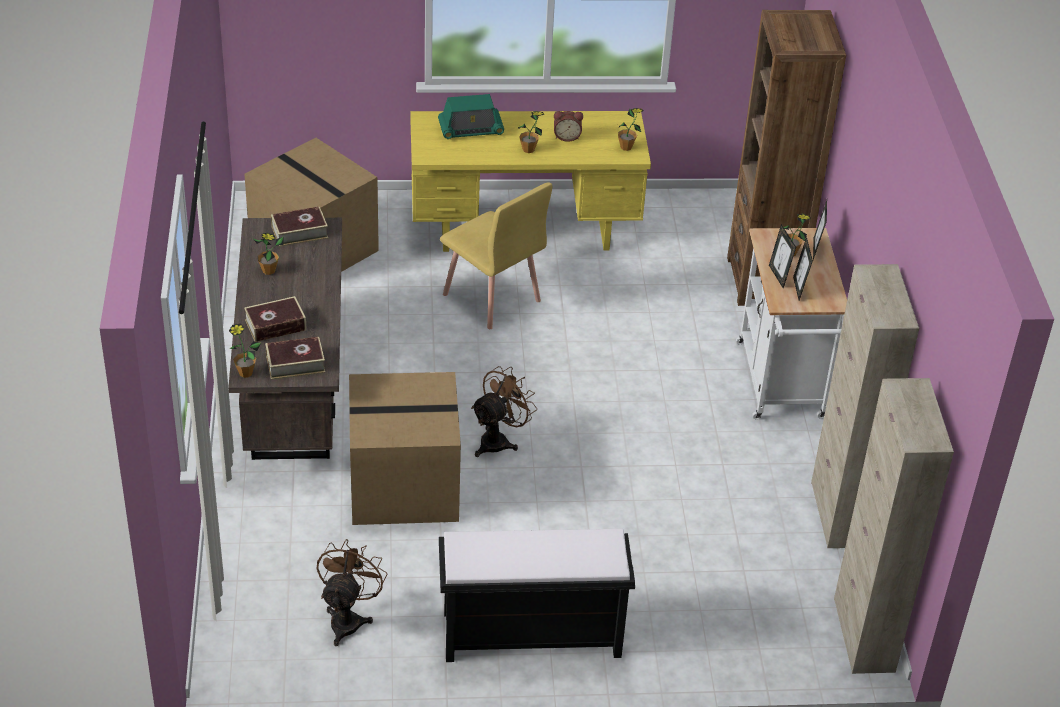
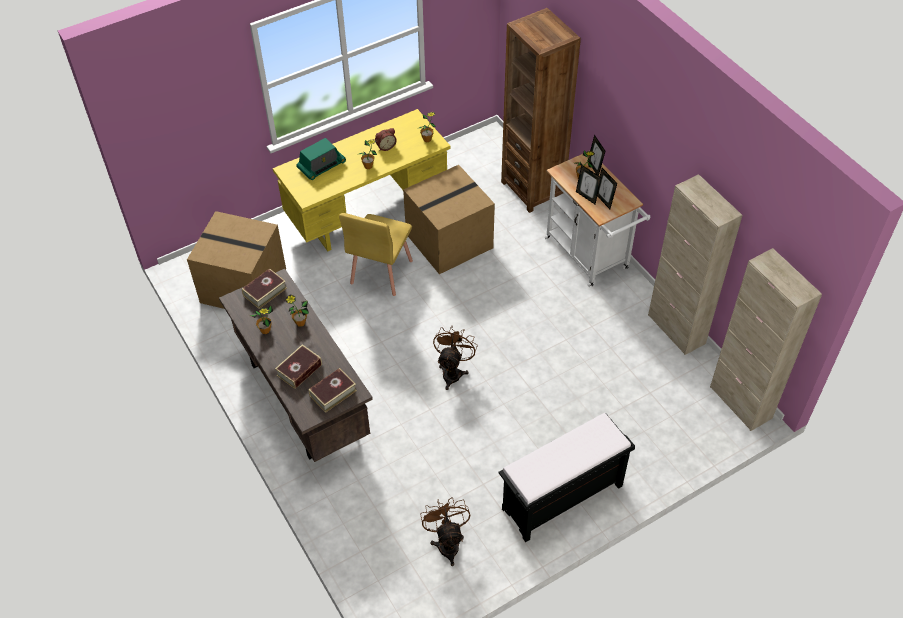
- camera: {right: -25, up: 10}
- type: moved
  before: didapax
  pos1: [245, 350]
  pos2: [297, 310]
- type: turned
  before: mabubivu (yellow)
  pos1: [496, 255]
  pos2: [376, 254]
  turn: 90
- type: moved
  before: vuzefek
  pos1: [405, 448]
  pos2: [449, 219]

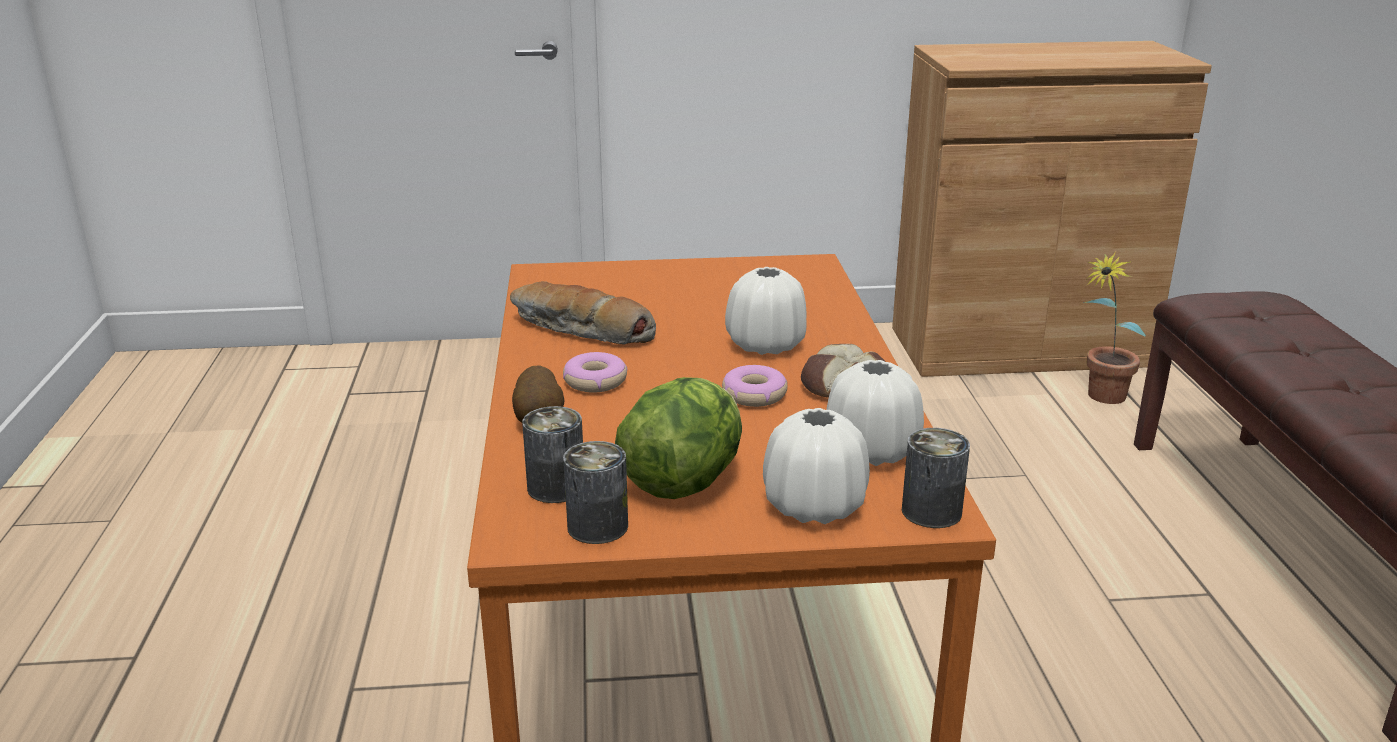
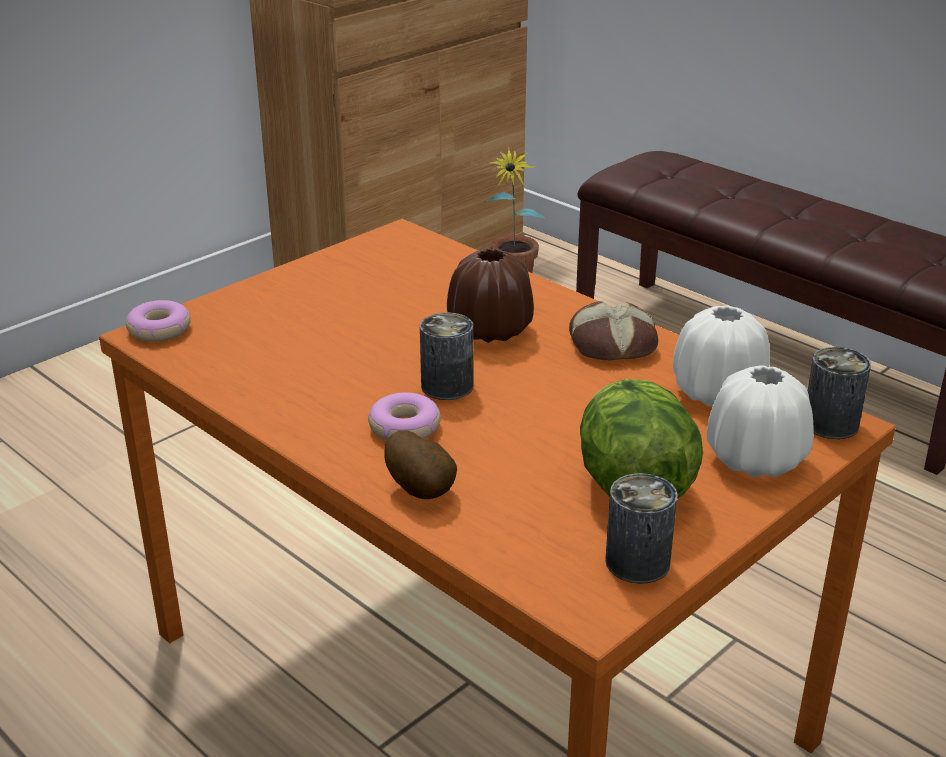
- camera: {right: -40, up: 5}
- type: moved
  before: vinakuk
  pos1: [755, 386]
  pos2: [158, 321]
- type: moved
  before: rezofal
  pos1: [552, 454]
  pos2: [446, 356]
- type: recoloured
  before: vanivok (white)
  after: vanivok (brown)
  pos1: [766, 311]
  pos2: [490, 295]
- type: removed
  before: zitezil
  pos1: [583, 313]

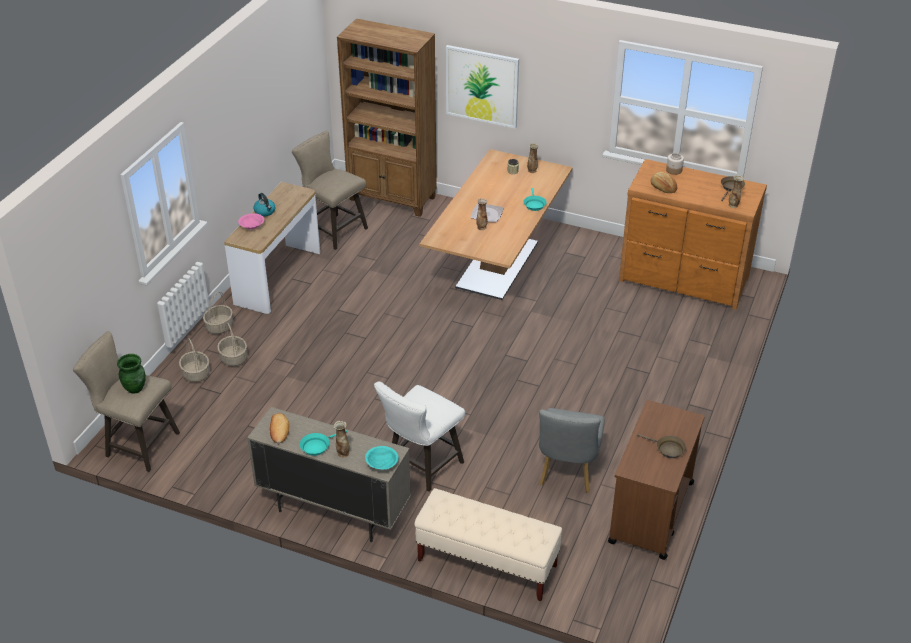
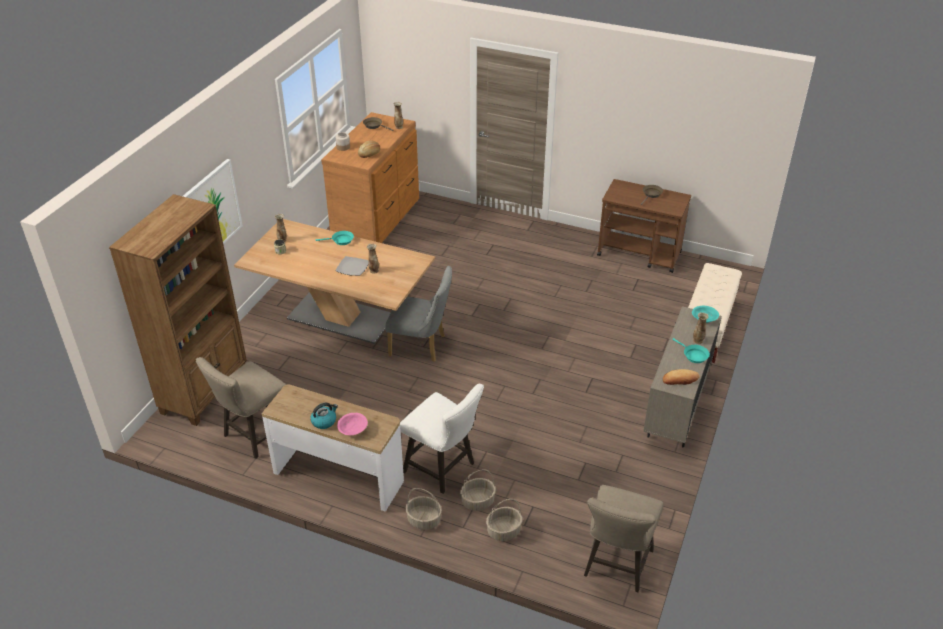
- camera: {right: -90, up: 0}
- type: moved
  before: mabubivu (grey)
  pos1: [572, 450]
  pos2: [418, 314]
- type: moved
  before: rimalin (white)
  pos1: [419, 437]
  pos2: [442, 439]
- type: removed
  before: vanivok (green)
  pos1: [131, 374]

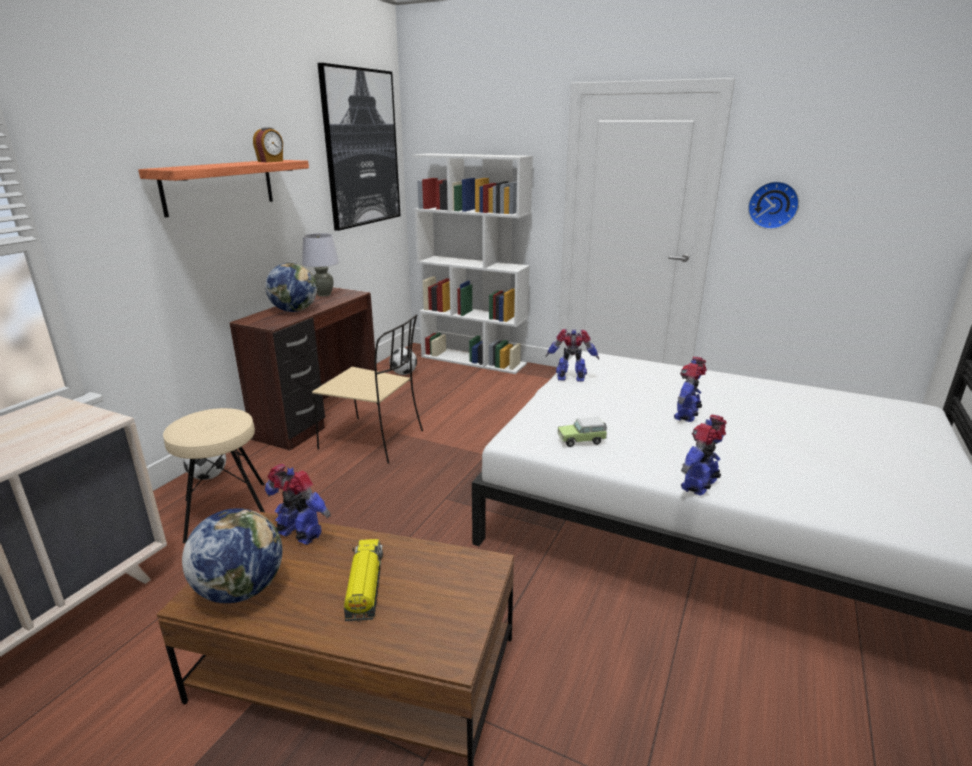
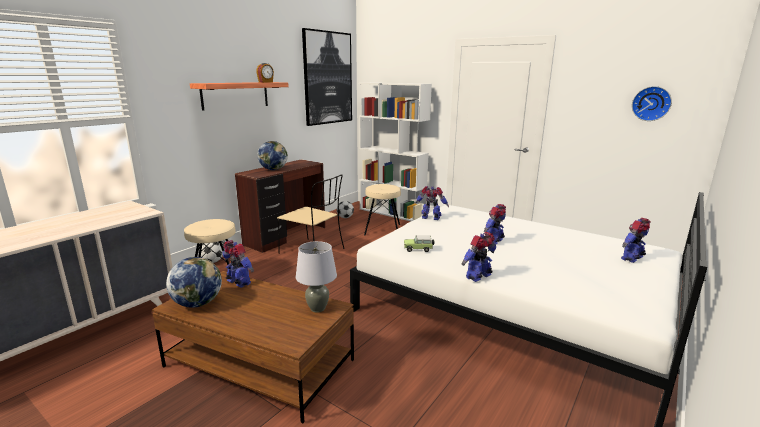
- camera: {right: 10, up: -5}
- type: moved
  before: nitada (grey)
  pos1: [320, 265]
  pos2: [316, 277]
- type: added
  after: rimalin (beige)
  pos2: [382, 209]
- type: added
  after: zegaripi
  pos2: [636, 240]
- type: moved
  before: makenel
  pos1: [773, 205]
  pos2: [652, 103]
- type: removed
  before: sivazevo
  pos1: [363, 580]

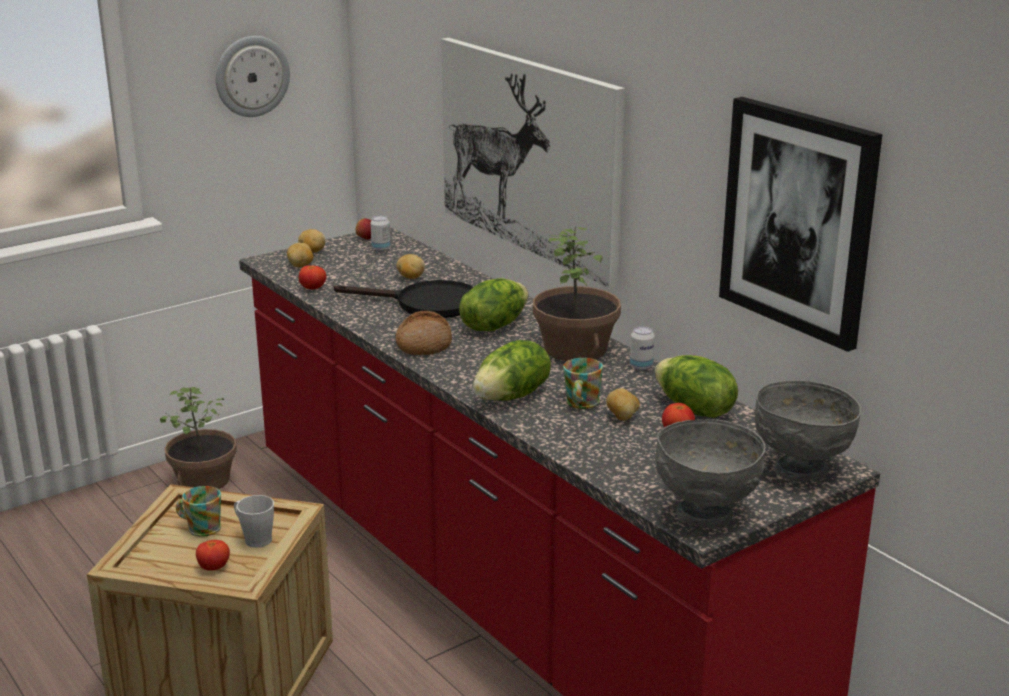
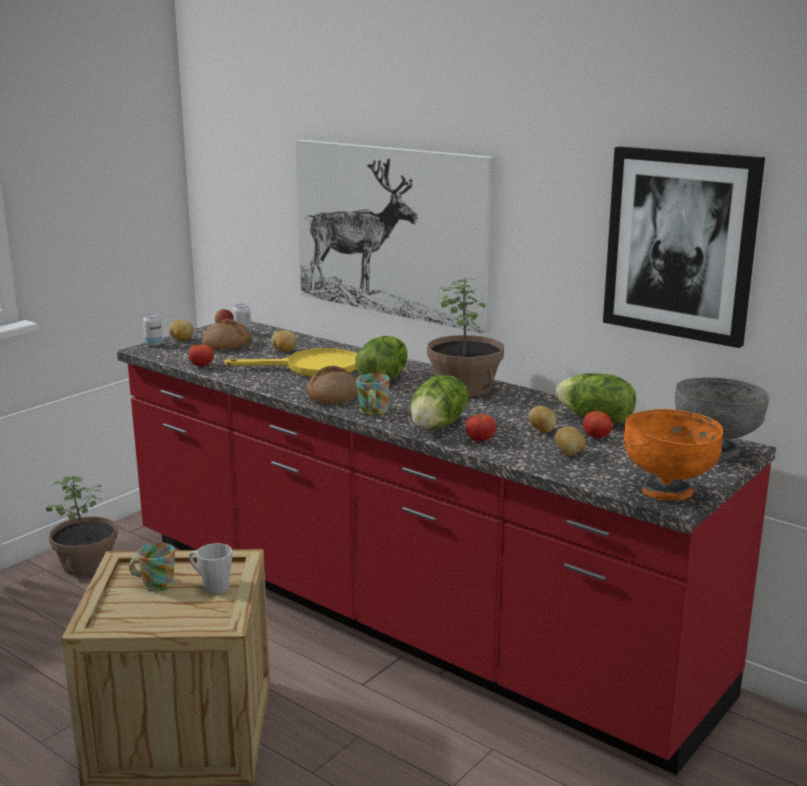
- camera: {right: -15, up: -5}
- type: moved
  before: rezofal
  pos1: [642, 348]
  pos2: [153, 330]
- type: added
  after: zitezil
  pos2: [227, 334]
- type: recoloured
  before: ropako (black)
  after: ropako (yellow)
  pos1: [403, 299]
  pos2: [290, 362]
- type: moved
  before: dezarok
  pos1: [583, 383]
  pos2: [373, 394]
- type: moved
  before: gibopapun
  pos1: [213, 555]
  pos2: [481, 427]
- type: moved
  before: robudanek
  pos1: [300, 255]
  pos2: [570, 441]
- type: recoloured
  before: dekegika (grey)
  after: dekegika (orange)
  pos1: [710, 473]
  pos2: [673, 454]
- type: removed
  before: makenel
  pos1: [253, 76]

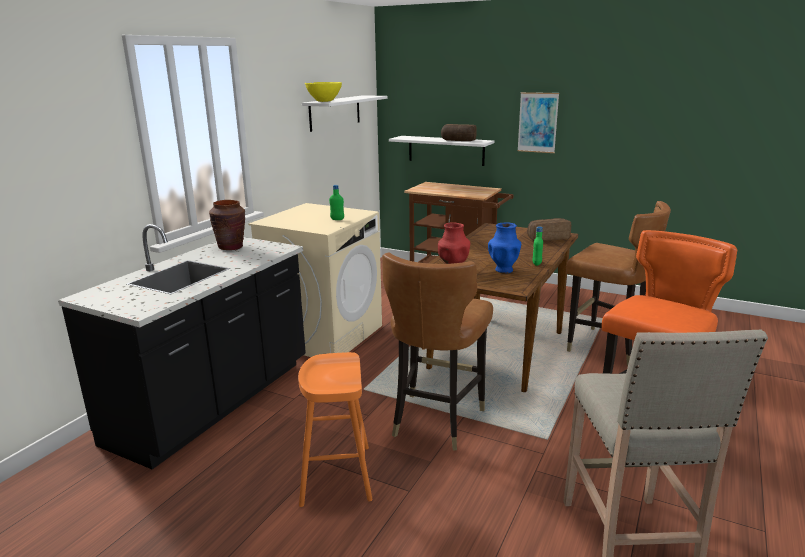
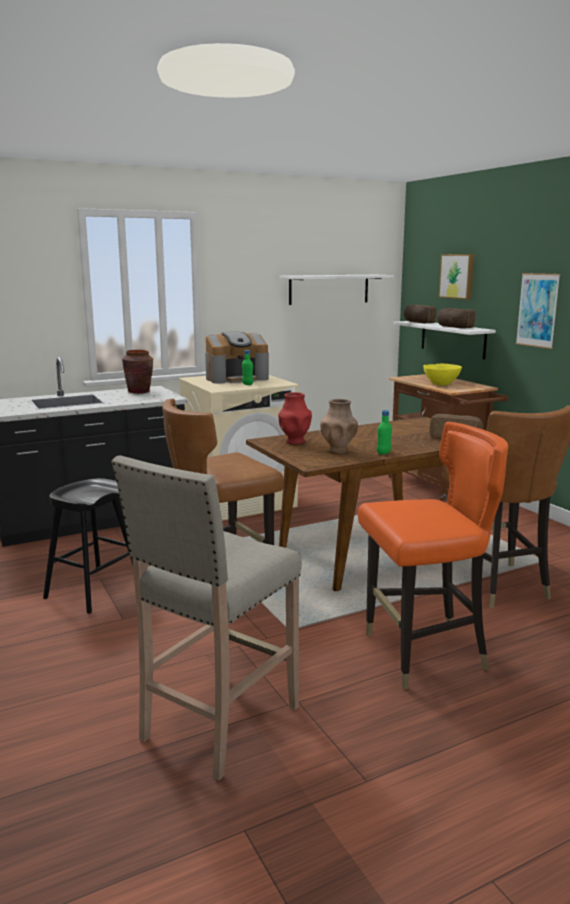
- camera: {right: 35, up: -5}
- type: recoloured
  before: rimalin (orange)
  after: rimalin (black)
  pos1: [335, 429]
  pos2: [88, 546]
- type: added
  after: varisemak
  pos2: [237, 358]
- type: recoloured
  before: vanivok (blue)
  after: vanivok (brown)
  pos1: [504, 247]
  pos2: [339, 426]
- type: added
  after: zitezil
  pos2: [420, 314]
- type: moved
  before: dekegika (yellow)
  pos1: [323, 92]
  pos2: [442, 375]
- type: added
  after: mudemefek
  pos2: [456, 276]

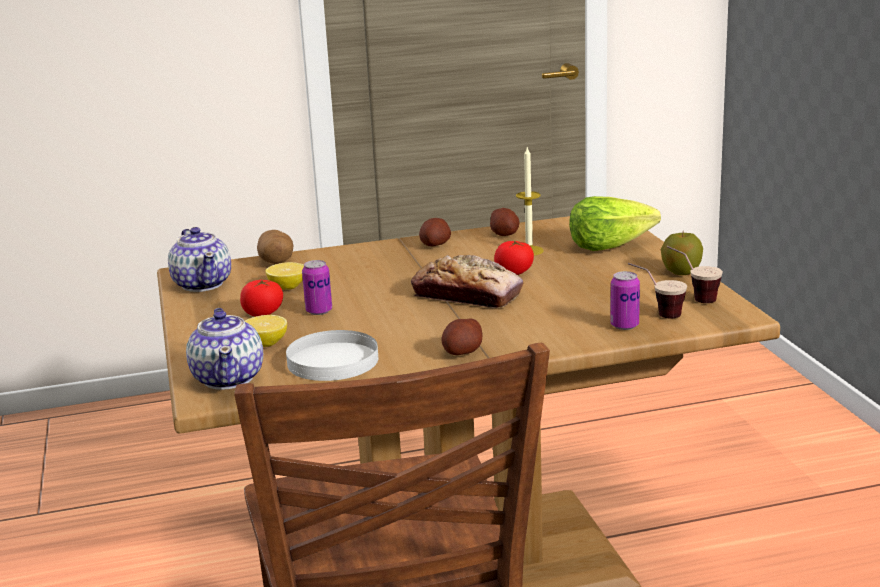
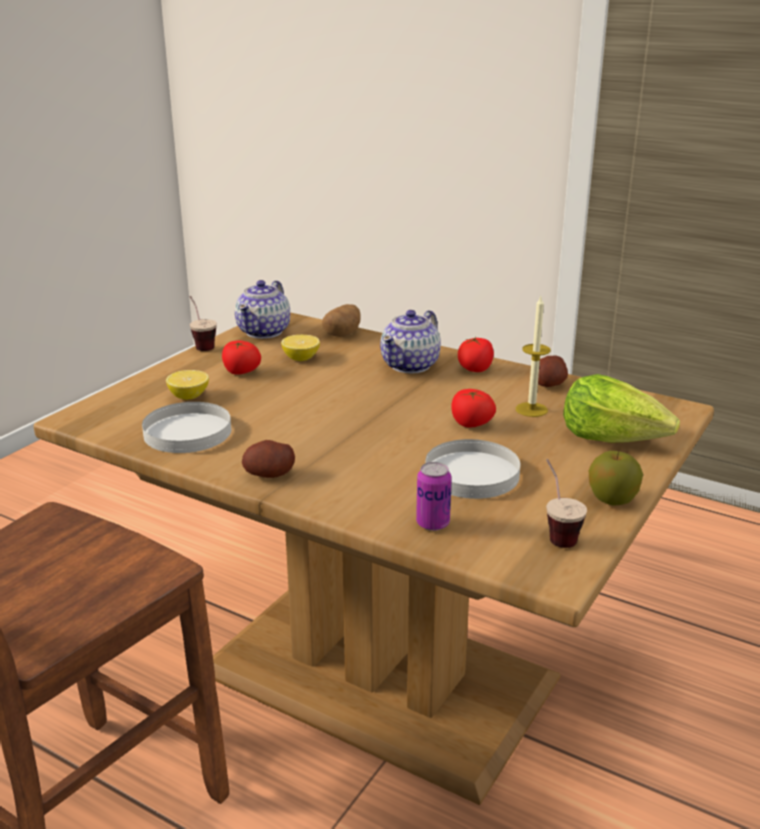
- camera: {right: 45, up: 5}
- type: moved
  before: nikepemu
  pos1: [657, 291]
  pos2: [203, 323]
- type: moved
  before: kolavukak
  pos1: [224, 349]
  pos2: [410, 342]
- type: added
  after: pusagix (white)
  pos2: [472, 469]
- type: replaced
  before: robudanek
  after: gibopapun
  pos1: [435, 232]
  pos2: [476, 354]
- type: removed
  before: rezofal
  pos1: [317, 287]
- type: removed
  before: zitezil
  pos1: [467, 281]

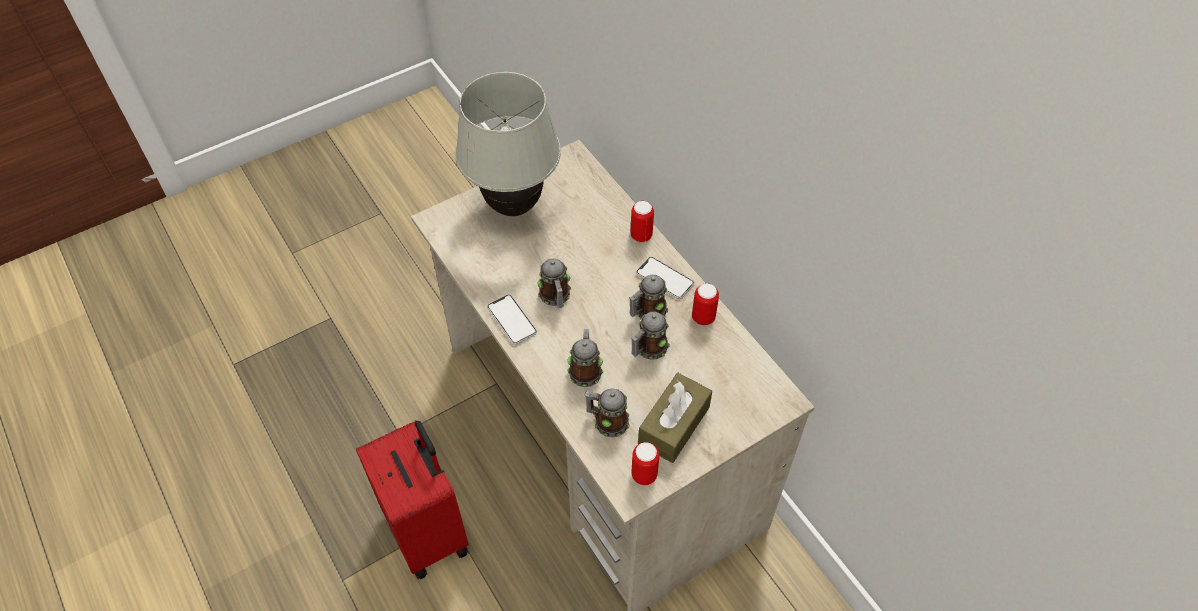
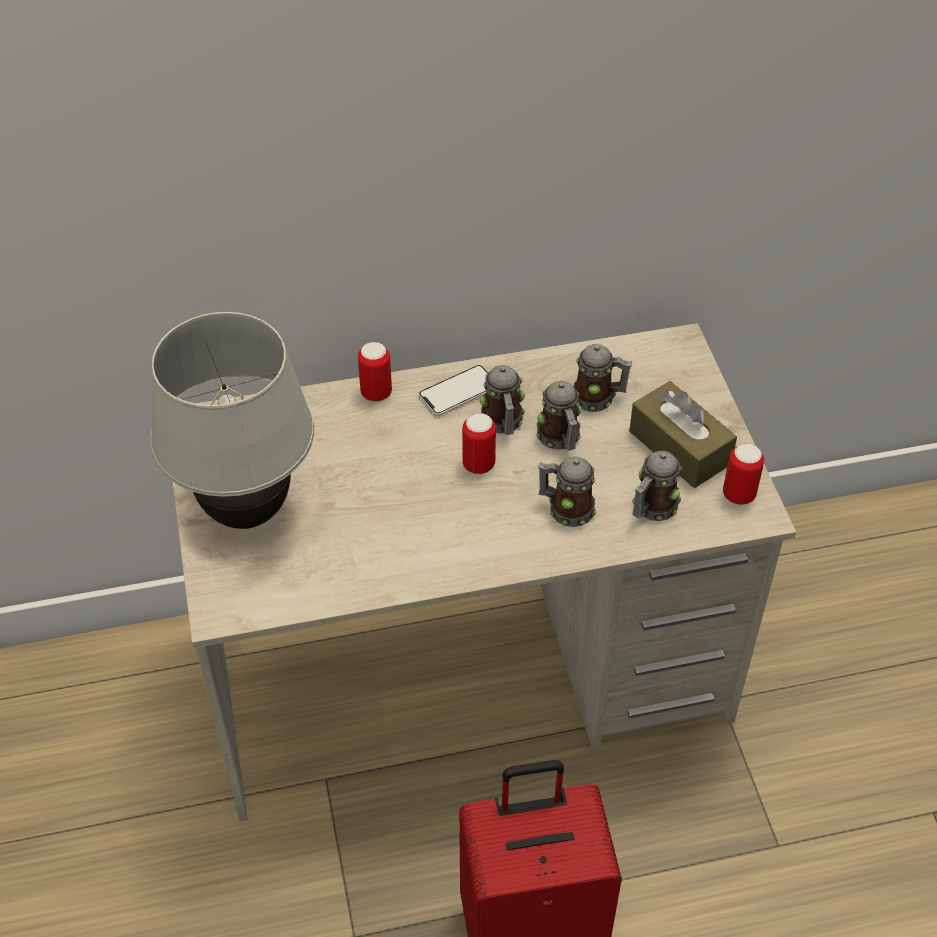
- camera: {right: -70, up: -5}
- type: moved
  before: rezofal
  pos1: [705, 304]
  pos2: [479, 443]
- type: moved
  before: dezarok
  pos1: [554, 283]
  pos2: [602, 378]
- type: removed
  before: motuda
  pos1: [512, 319]

